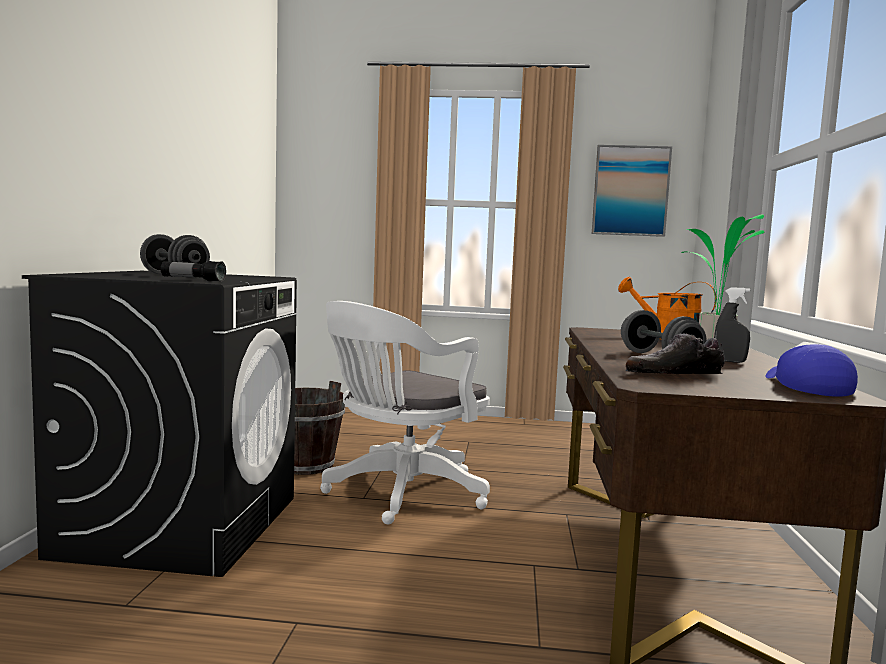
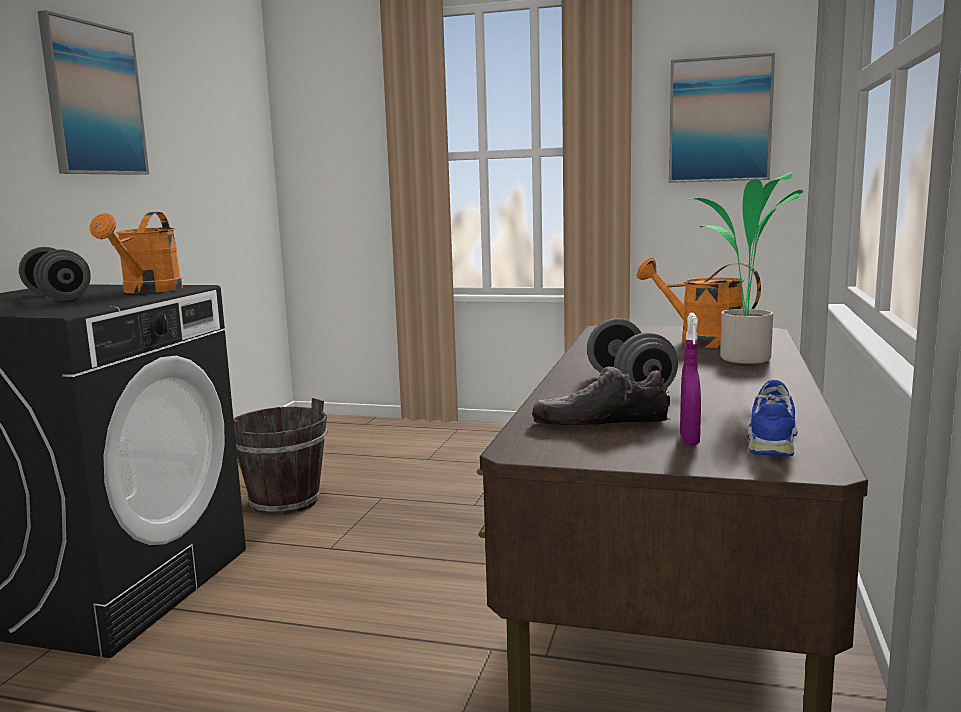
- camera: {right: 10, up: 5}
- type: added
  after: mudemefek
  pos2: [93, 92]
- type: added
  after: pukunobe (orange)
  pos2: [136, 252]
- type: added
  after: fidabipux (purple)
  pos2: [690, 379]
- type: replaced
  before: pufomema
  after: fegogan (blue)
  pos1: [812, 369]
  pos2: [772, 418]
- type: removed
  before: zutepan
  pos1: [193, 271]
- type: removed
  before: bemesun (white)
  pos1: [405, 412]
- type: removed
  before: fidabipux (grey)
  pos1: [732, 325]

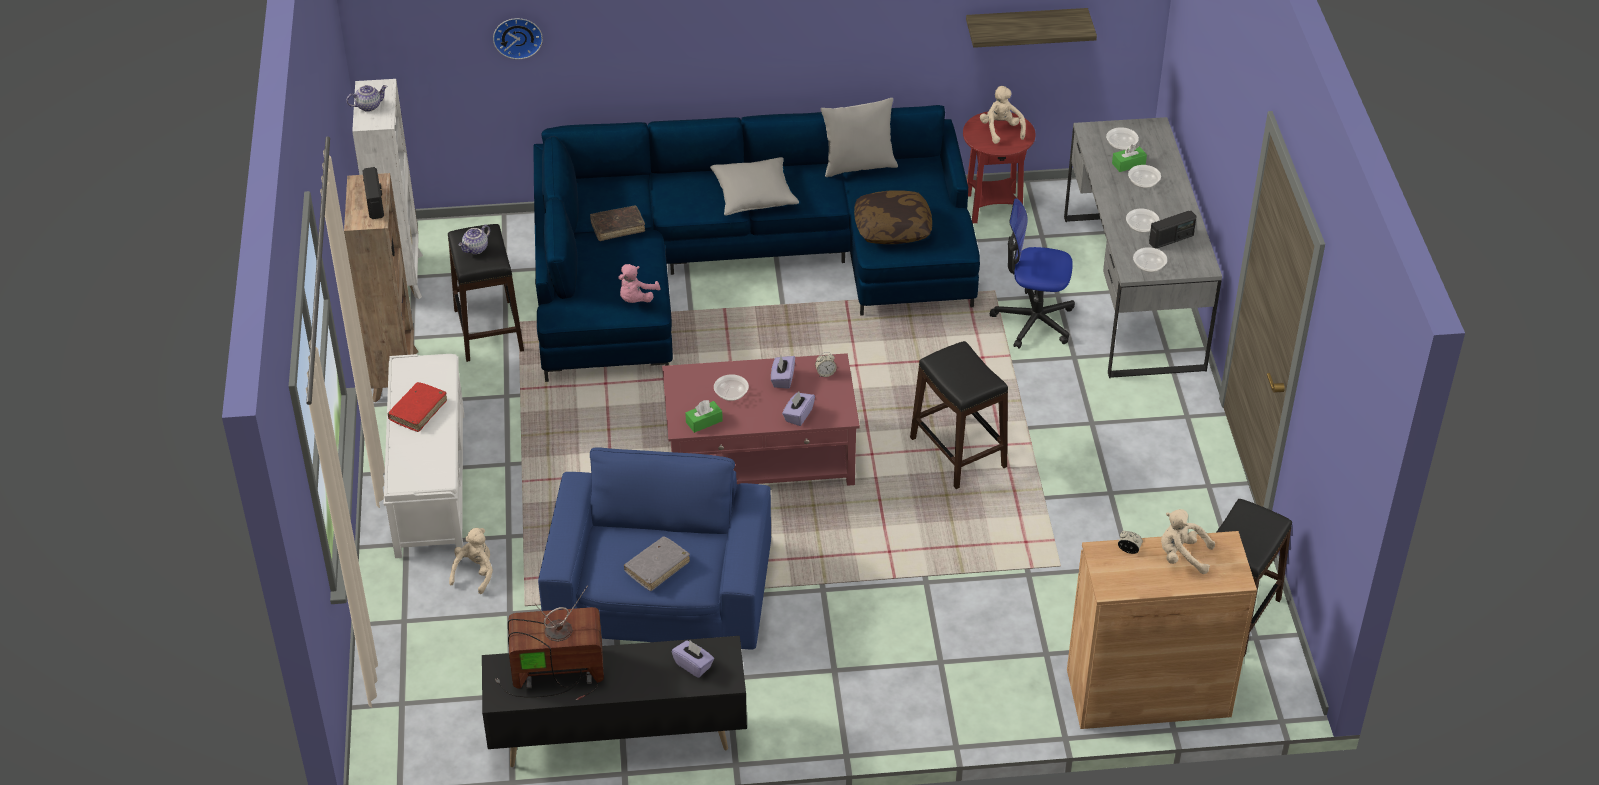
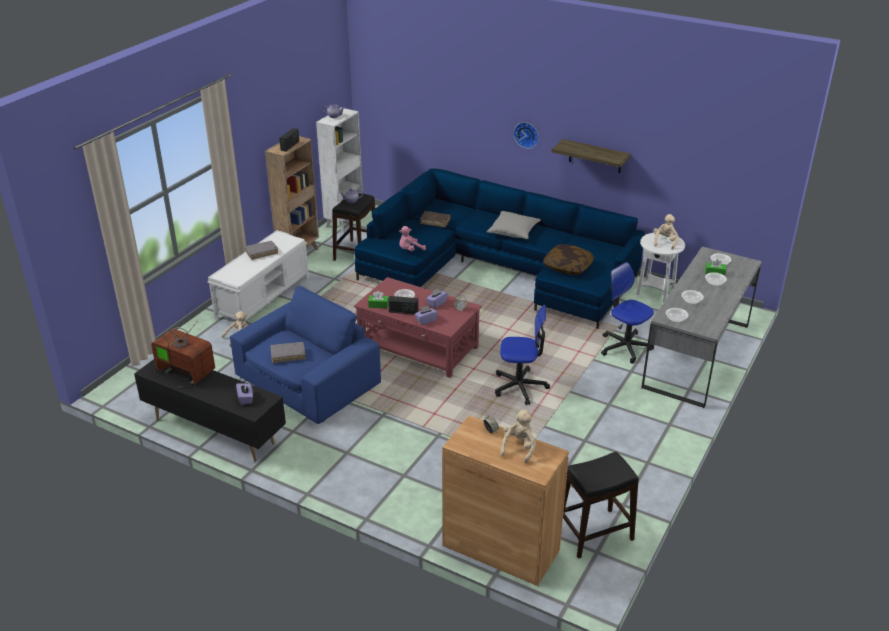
- camera: {right: 35, up: -10}
- type: recoloured
  before: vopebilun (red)
  after: vopebilun (grey)
  pos1: [417, 407]
  pos2: [261, 250]
- type: moved
  before: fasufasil
  pos1: [1173, 230]
  pos2: [403, 305]
- type: replaced
  before: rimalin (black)
  after: bemesun
  pos1: [959, 415]
  pos2: [522, 355]
- type: turned
  before: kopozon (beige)
  pos1: [1188, 541]
  pos2: [518, 436]
  turn: 60
- type: moved
  before: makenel
  pos1: [518, 38]
  pos2: [526, 135]
- type: moved
  before: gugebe
  pos1: [1031, 28]
  pos2: [591, 156]
- type: recoloured
  before: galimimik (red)
  after: galimimik (white)
  pos1: [999, 167]
  pos2: [660, 267]
- type: removed
  before: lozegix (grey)
  pos1: [859, 137]

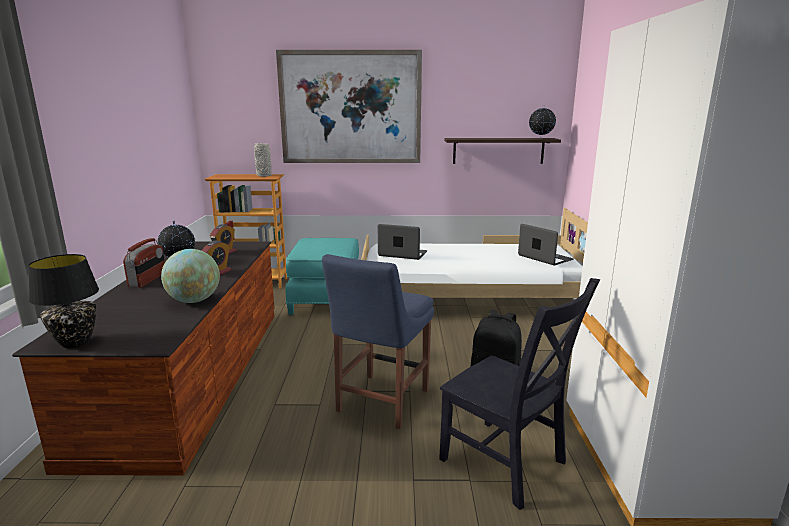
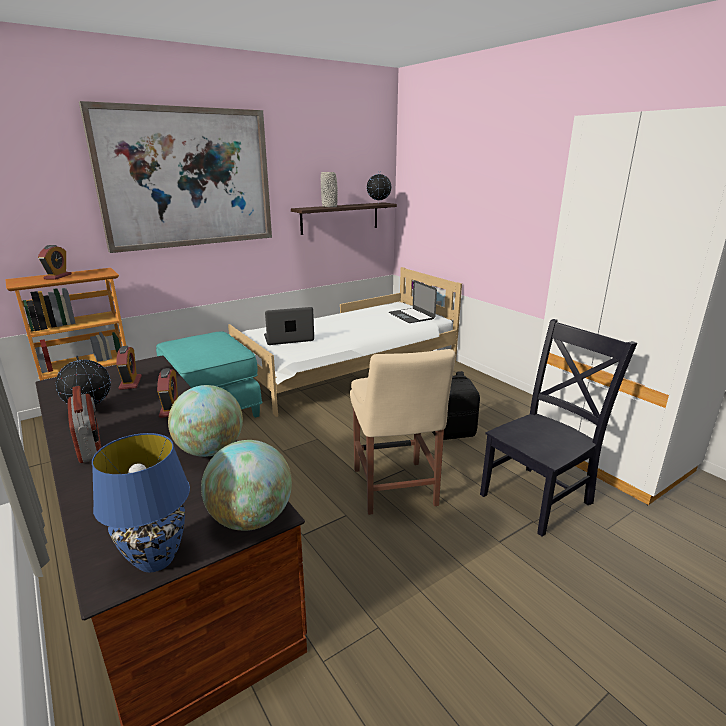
- camera: {right: -35, up: 5}
- type: added
  after: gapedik
  pos2: [54, 262]
- type: recoloured
  before: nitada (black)
  after: nitada (blue)
  pos1: [63, 301]
  pos2: [141, 502]
- type: added
  after: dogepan
  pos2: [246, 485]
- type: moved
  before: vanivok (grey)
  pos1: [263, 160]
  pos2: [329, 189]
- type: recoloured
  before: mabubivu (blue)
  after: mabubivu (beige)
  pos1: [378, 341]
  pos2: [403, 432]
- type: turned
  before: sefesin
  pos1: [546, 244]
  pos2: [413, 301]
  turn: -135
- type: turned
  before: mabubivu (black)
  pos1: [519, 394]
  pos2: [558, 428]
  turn: -45

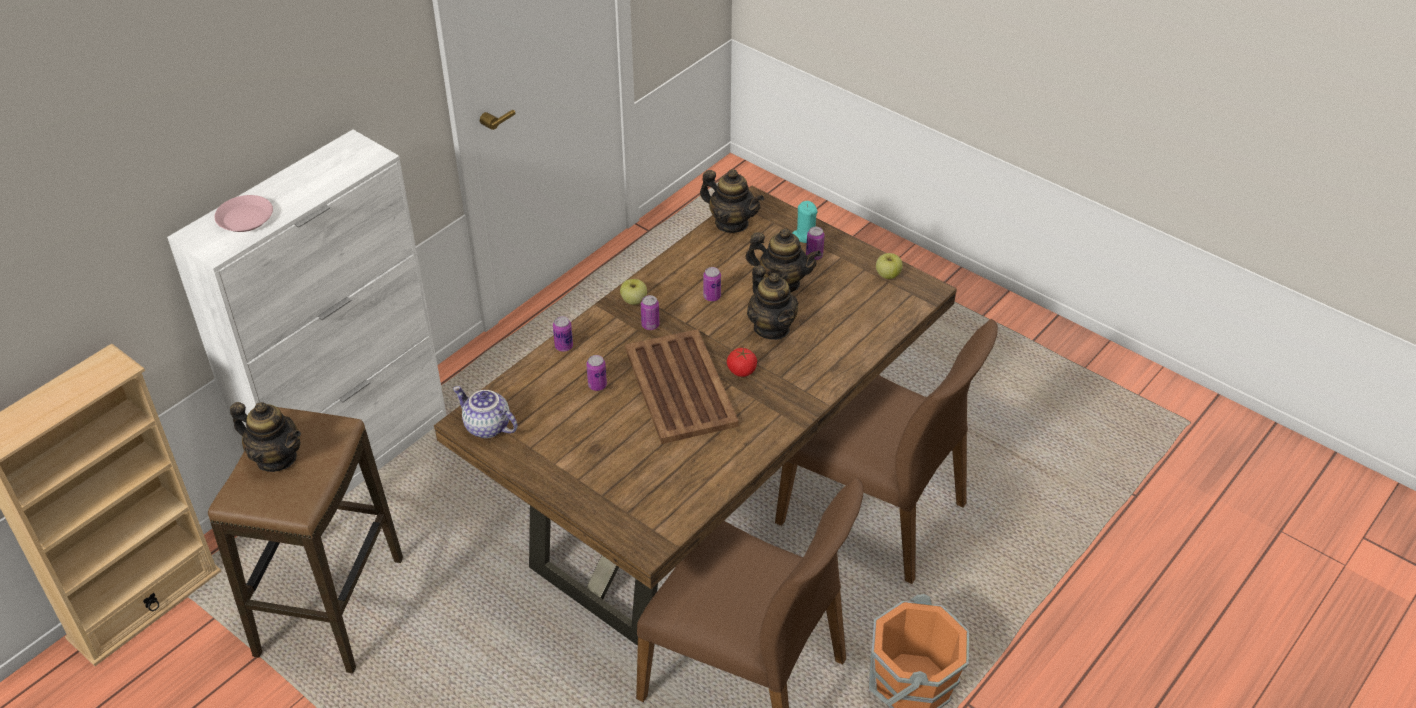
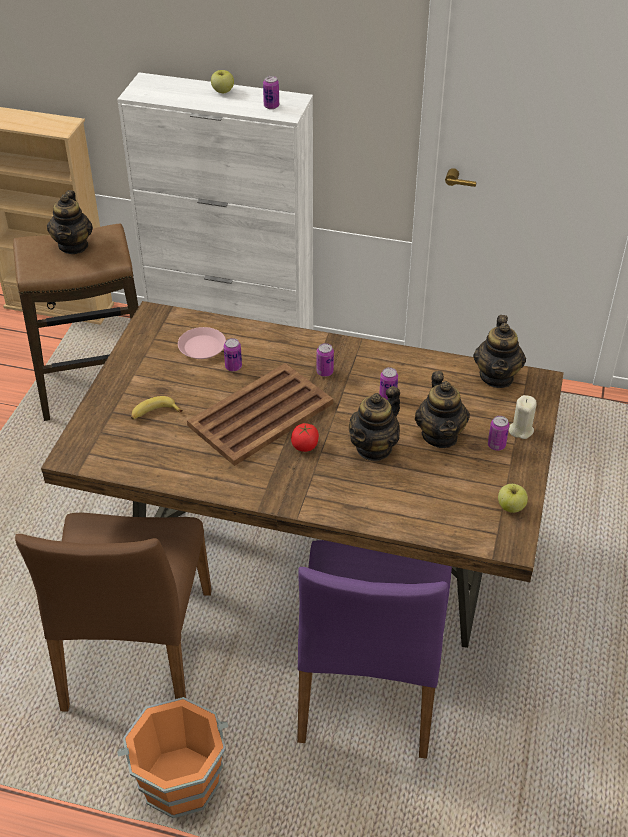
- camera: {right: 65, up: 0}
- type: added
  after: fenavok
  pos2: [157, 407]
- type: moved
  before: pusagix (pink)
  pos1: [243, 213]
  pos2: [202, 343]
- type: moved
  before: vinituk
  pos1: [633, 292]
  pos2: [222, 81]
- type: moved
  before: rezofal
  pos1: [563, 334]
  pos2: [271, 92]
- type: recoloured
  before: mabubivu (brown)
  after: mabubivu (purple)
  pos1: [886, 451]
  pos2: [374, 649]
- type: recoloured
  before: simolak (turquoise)
  after: simolak (beige)
  pos1: [805, 222]
  pos2: [523, 417]
- type: removed
  before: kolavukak
  pos1: [485, 412]

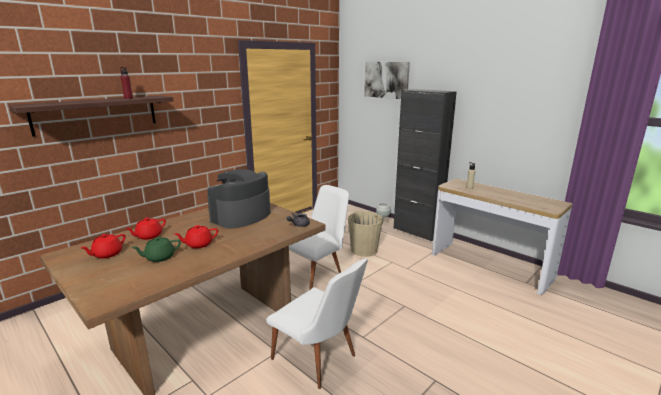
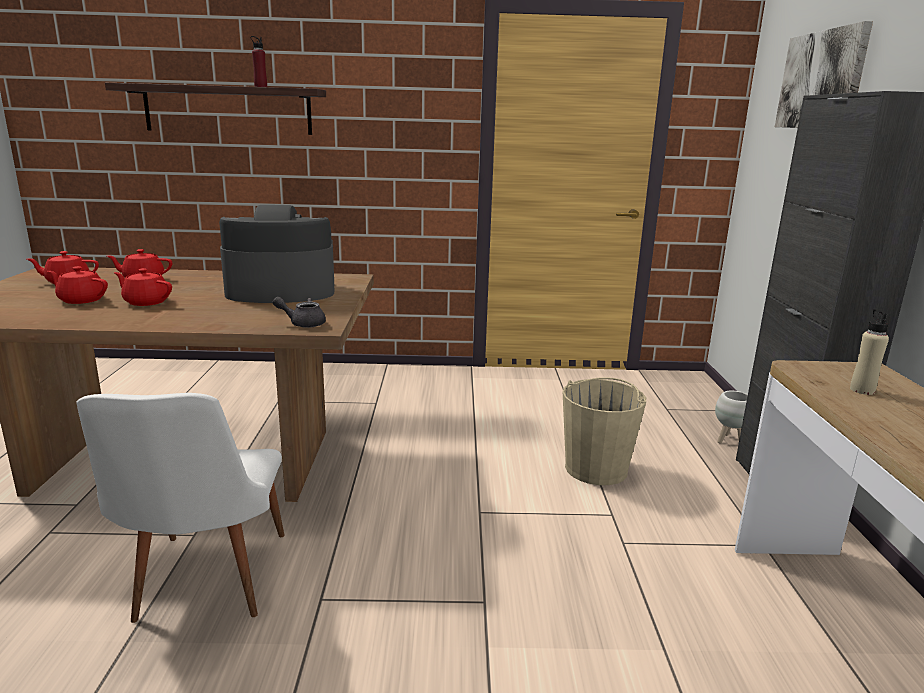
- camera: {right: 45, up: 0}
- type: recoloured
  before: kolavukak (green)
  after: kolavukak (red)
  pos1: [156, 249]
  pos2: [77, 285]
- type: removed
  before: mabubivu (white)
  pos1: [319, 237]

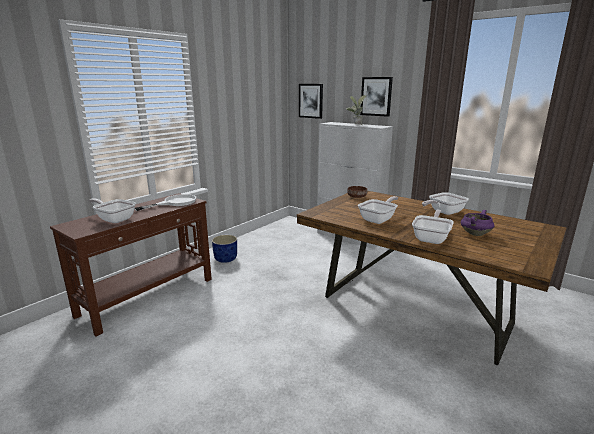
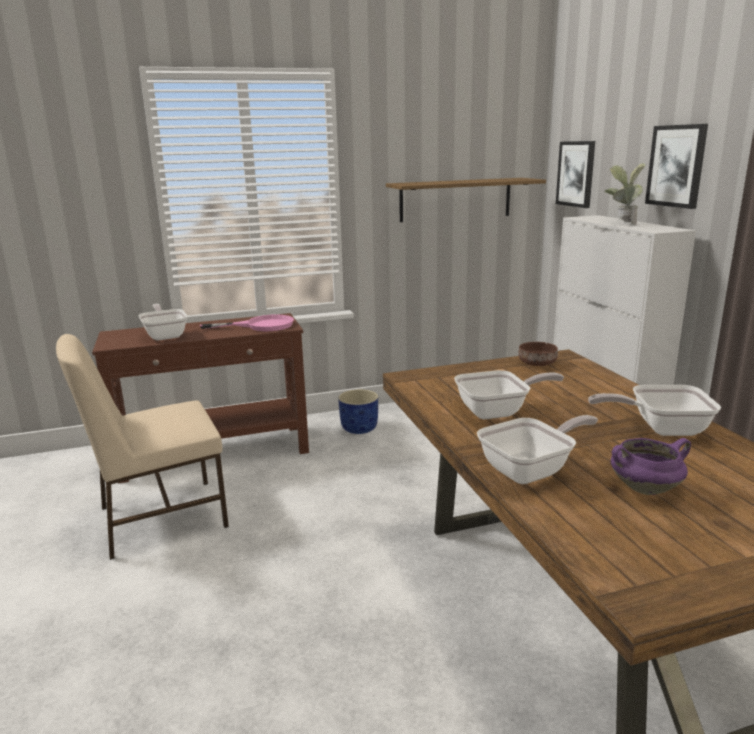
- camera: {right: 35, up: 0}
- type: added
  after: mabubivu (beige)
  pos2: [142, 447]
- type: recoloured
  before: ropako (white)
  after: ropako (pink)
  pos1: [165, 202]
  pos2: [247, 322]
- type: added
  after: gugebe
  pos2: [466, 200]

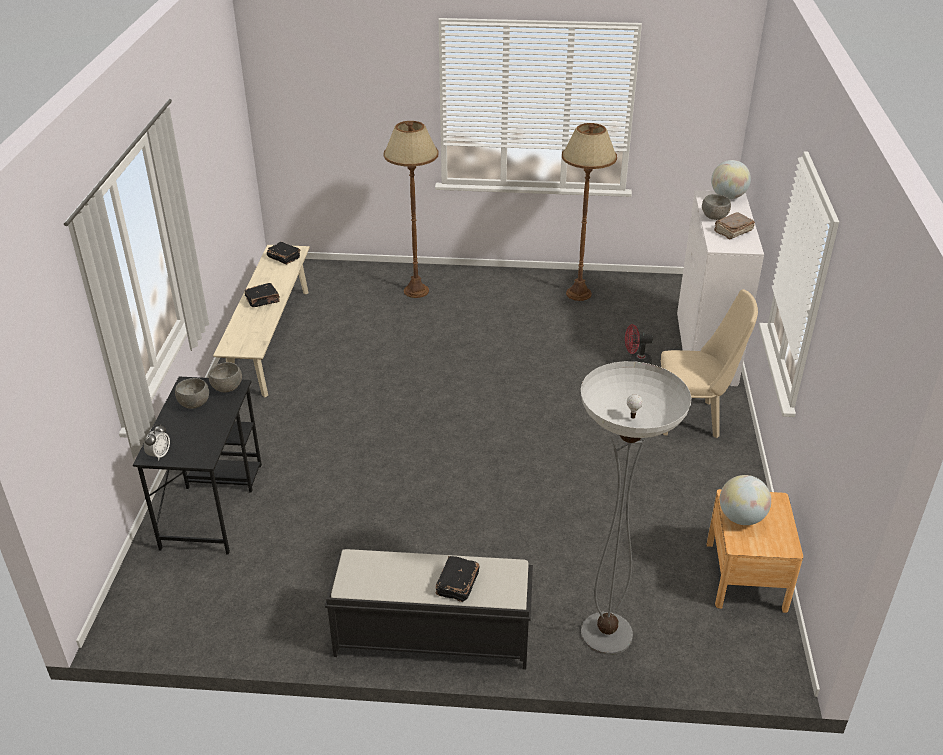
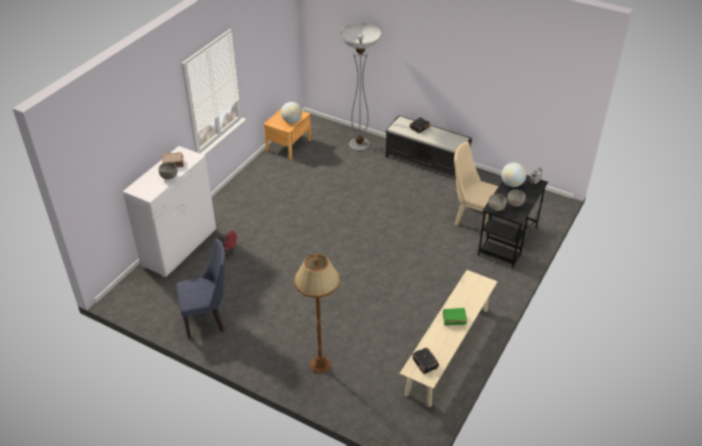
- camera: {right: -155, up: 5}
- type: replaced
  before: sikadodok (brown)
  after: mabubivu (blue)
  pos1: [589, 212]
  pos2: [200, 288]
- type: recoloured
  before: vopebilun (black)
  after: vopebilun (green)
  pos1: [262, 295]
  pos2: [455, 316]
- type: moved
  before: mabubivu (beige)
  pos1: [709, 363]
  pos2: [476, 187]
- type: moved
  before: dogepan
  pos1: [731, 179]
  pos2: [513, 174]

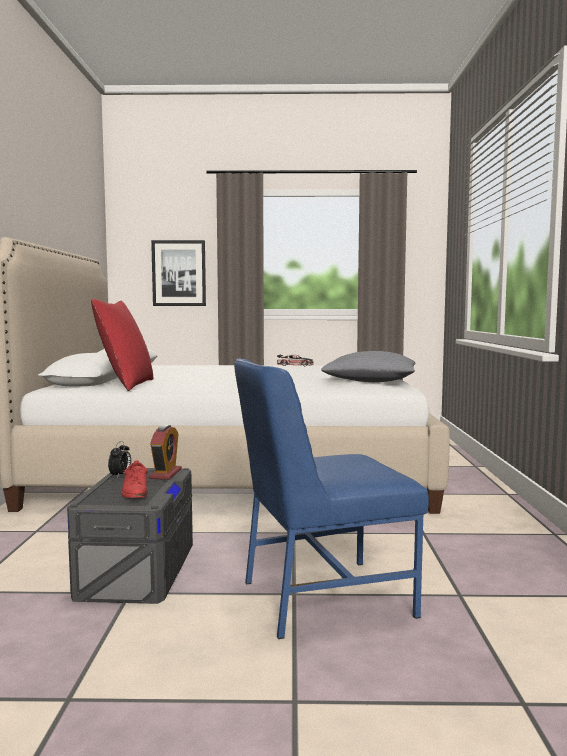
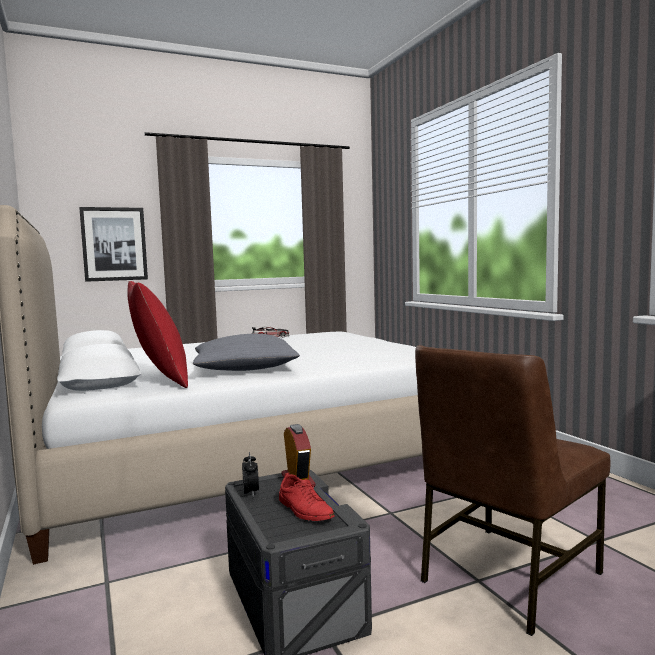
- camera: {right: -25, up: 0}
- type: moved
  before: lozegix (grey)
  pos1: [368, 366]
  pos2: [246, 352]
- type: recoloured
  before: mabubivu (blue)
  after: mabubivu (brown)
  pos1: [331, 499]
  pos2: [512, 490]

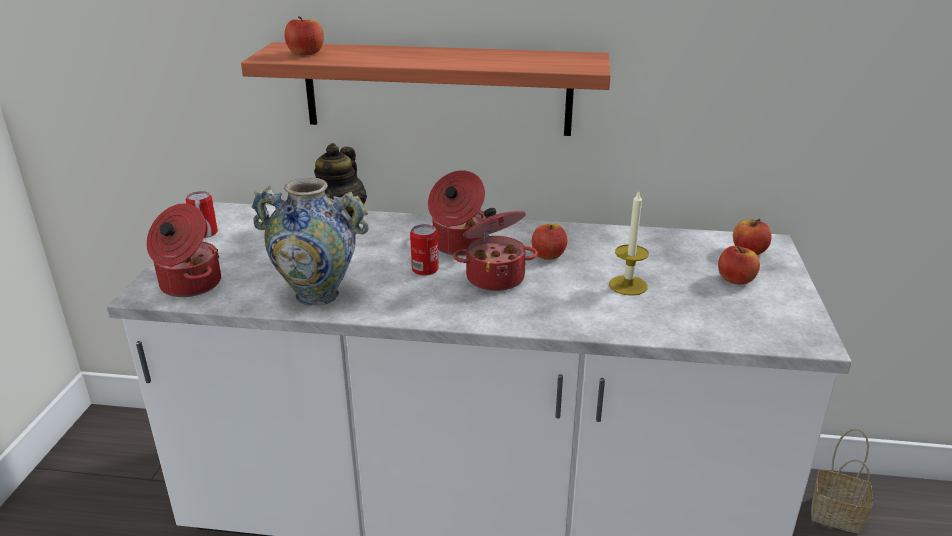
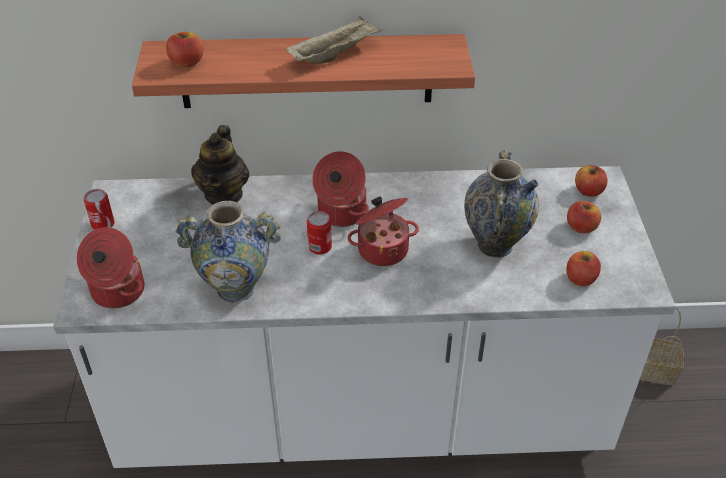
- camera: {right: -10, up: 15}
- type: added
  after: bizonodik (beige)
  pos2: [334, 40]
- type: replaced
  before: simolak
  after: vanivok
  pos1: [629, 243]
  pos2: [501, 203]
- type: moved
  before: vinituk
  pos1: [549, 242]
  pos2: [584, 268]

